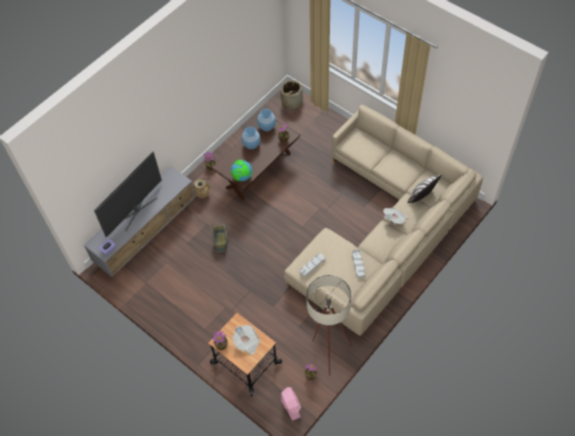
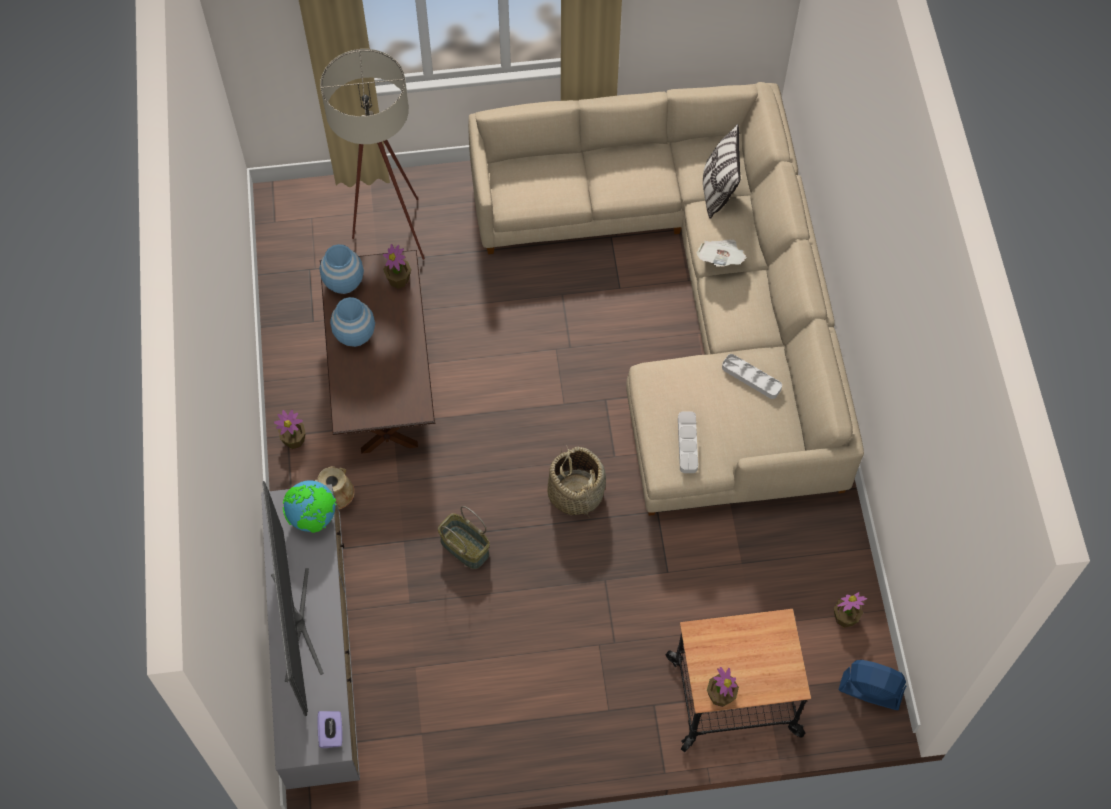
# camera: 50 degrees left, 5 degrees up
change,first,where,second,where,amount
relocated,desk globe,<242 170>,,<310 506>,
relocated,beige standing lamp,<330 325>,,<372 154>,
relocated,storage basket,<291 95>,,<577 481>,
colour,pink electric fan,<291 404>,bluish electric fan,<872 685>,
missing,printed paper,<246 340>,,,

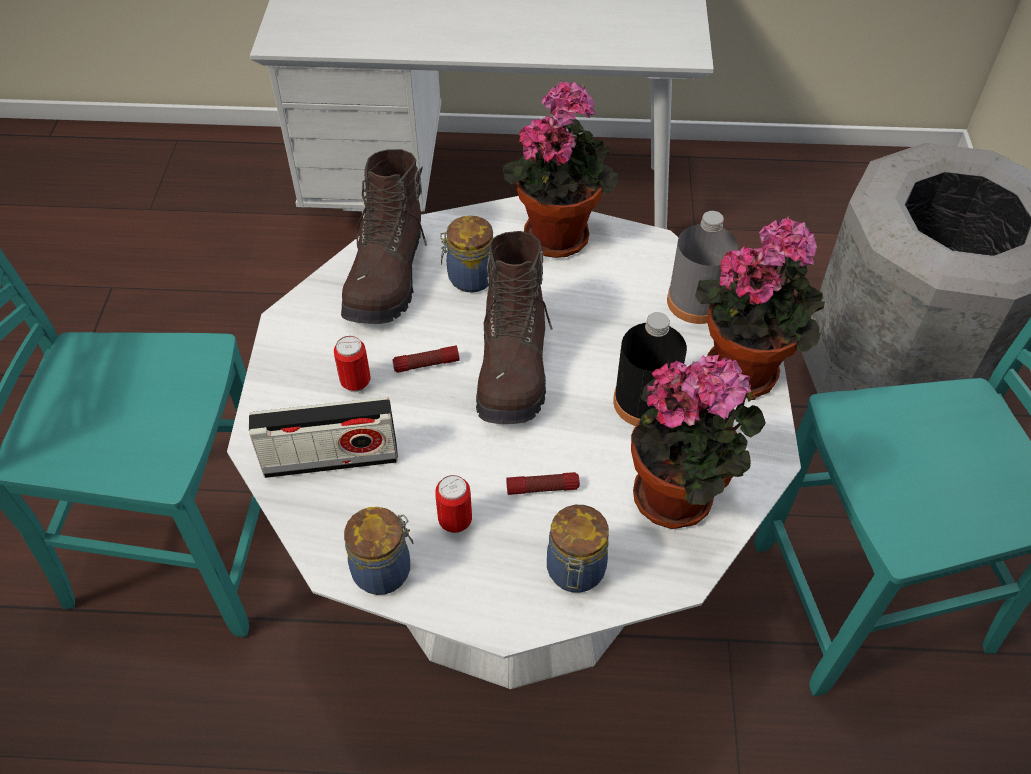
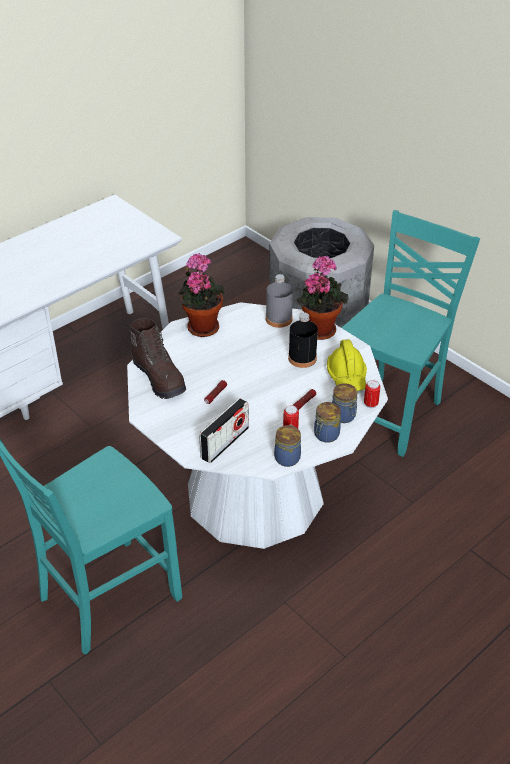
# camera: 45 degrees left, 10 degrees down
change,first,where,second,where,amount
relocated,storage jar,<466 254>,,<327 422>,
exchanged,potted plant,<698 442>,yellow safety helmet,<347 365>,
relocated,sealed can,<352 364>,,<372 394>,
missing,brown-coloured tall boot,<514 327>,,,

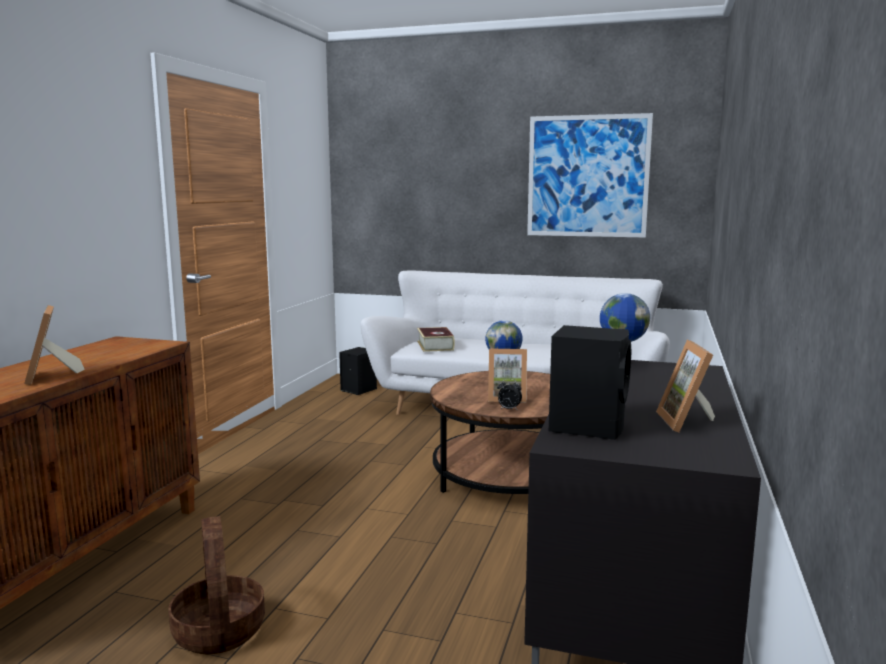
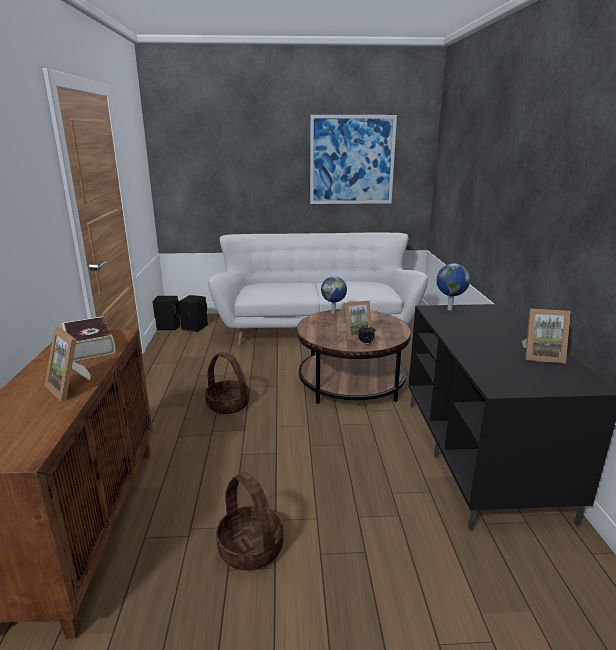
# camera: 20 degrees left, 10 degrees up
change,first,where,second,where,amount
relocated,book,<436 339>,,<88 339>,
relocated,black speaker,<590 382>,,<166 313>,
appeared,,,storage basket,<227 383>,
spun,picture frame,<685 386>,,<546 335>,60 degrees counterclockwise

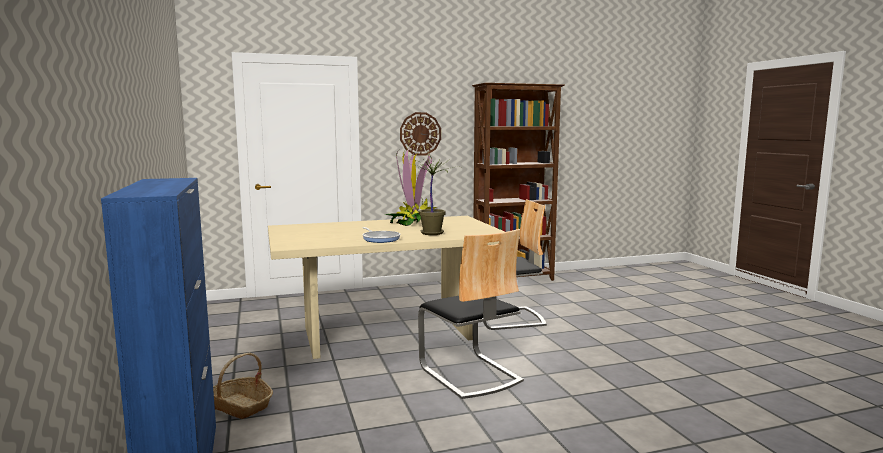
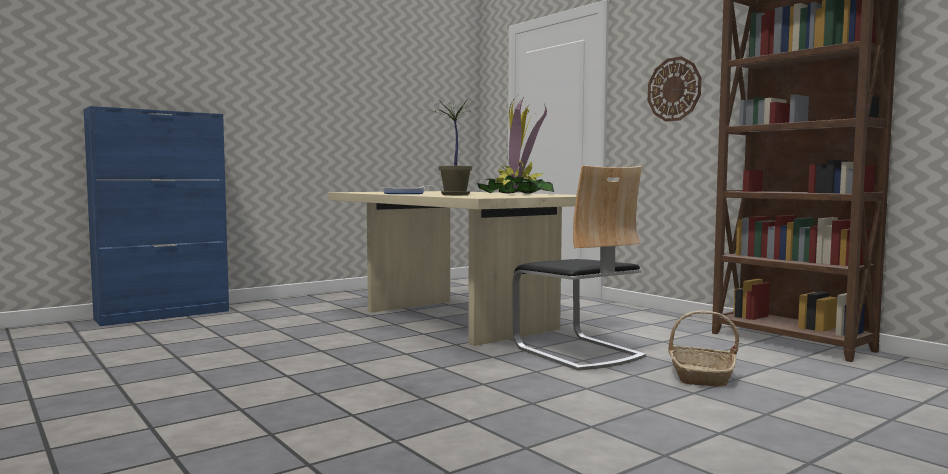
# camera: 70 degrees right, 5 degrees down
change,first,where,second,where,amount
relocated,storage basket,<243 386>,,<703 348>,
missing,upright chair,<471 314>,,,

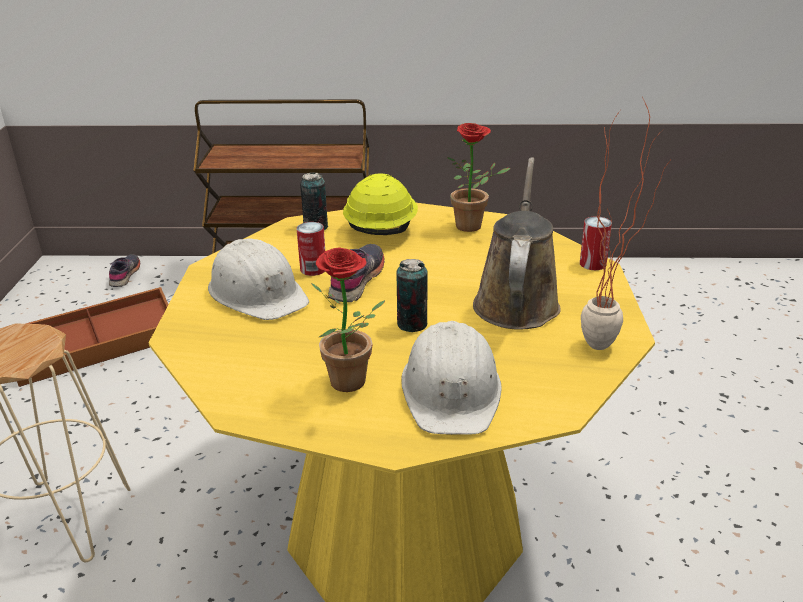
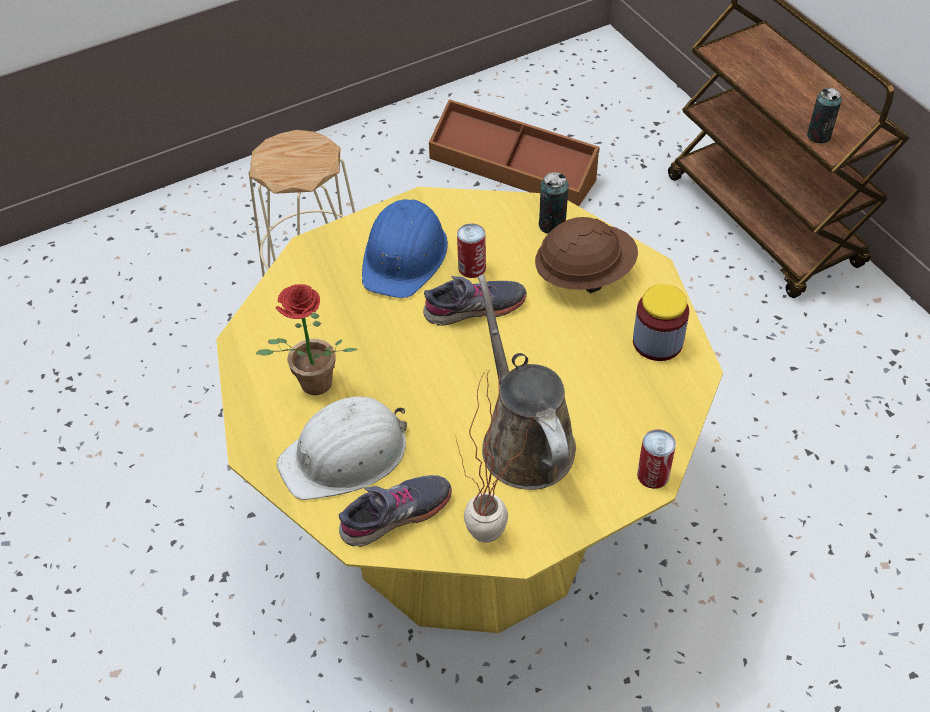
# camera: 60 degrees right, 20 degrees up
change,first,where,second,where,amount
relocated,greyish low shoe,<124 270>,,<395 511>,
colour,white safety helmet,<258 279>,bluish safety helmet,<405 248>,
spun,brown-coloured sprinkling can,<517 243>,,<527 382>,90 degrees counterclockwise
colour,yellow safety helmet,<380 204>,brown-coloured safety helmet,<586 255>,
exchanged,potted plant,<478 177>,storage jar,<661 322>,
relocated,sealed can,<412 295>,,<824 116>,

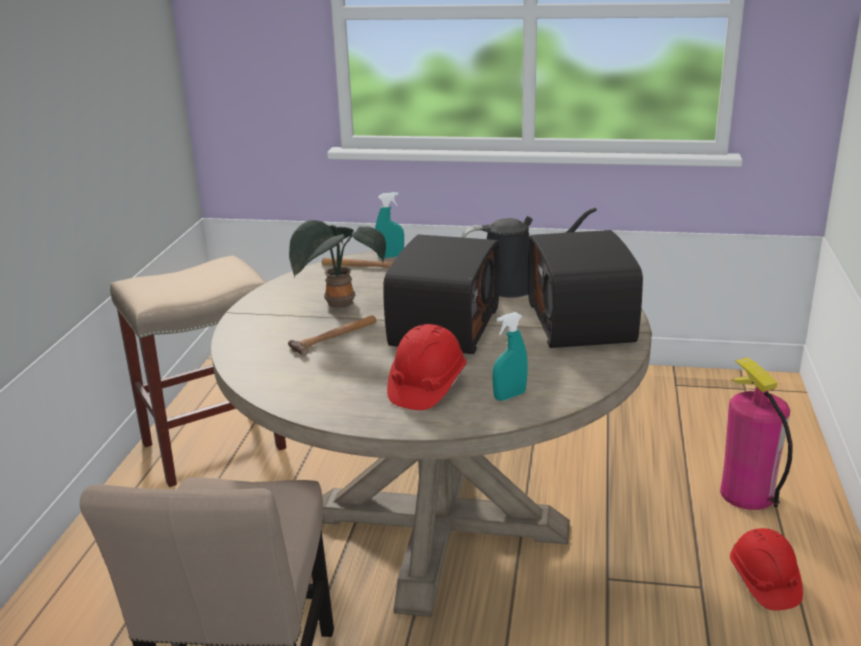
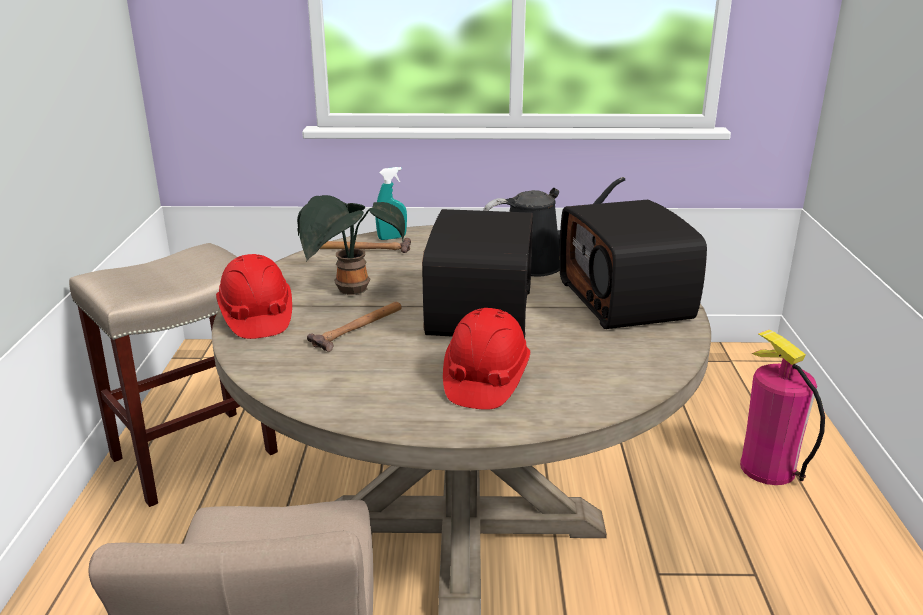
# camera: 10 degrees left, 0 degrees up
change,first,where,second,where,amount
relocated,reddish safety helmet,<766 569>,,<254 296>,
missing,turquoise sprayer,<510 356>,,,

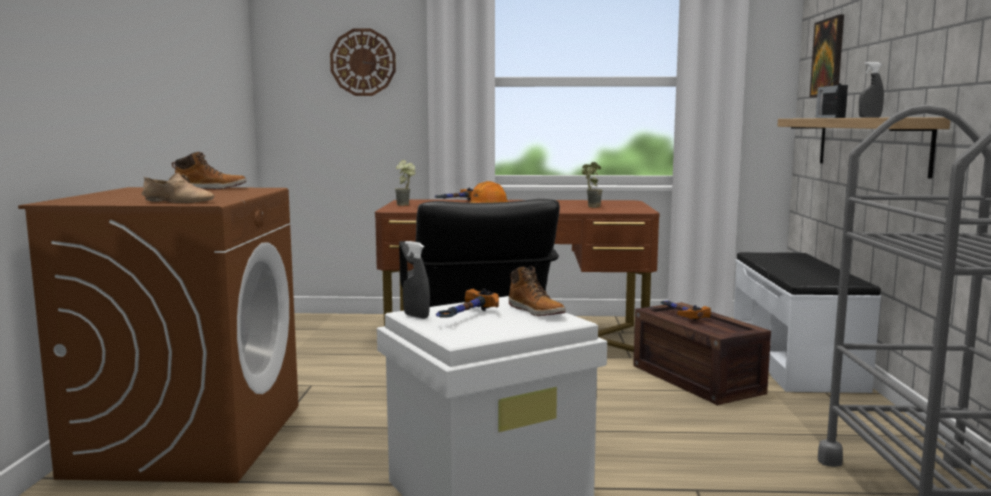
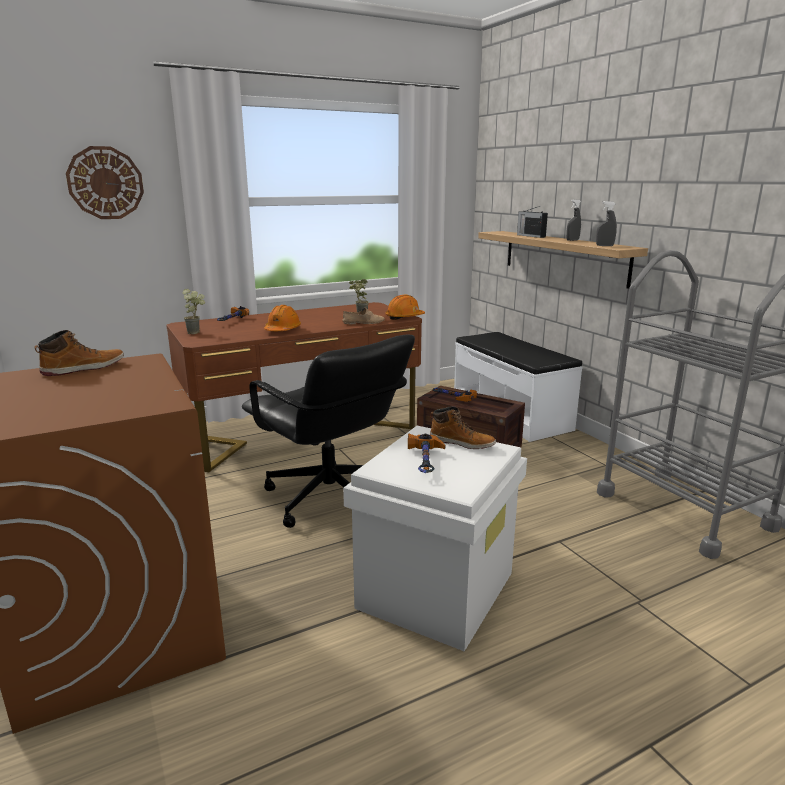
# camera: 30 degrees left, 10 degrees up
change,first,where,second,where,amount
relocated,beige low shoe,<177 188>,,<363 316>,
appeared,,,orange safety helmet,<405 307>,
relocated,greyish sprayer,<416 280>,,<606 223>,
missing,picture,<826 56>,,,

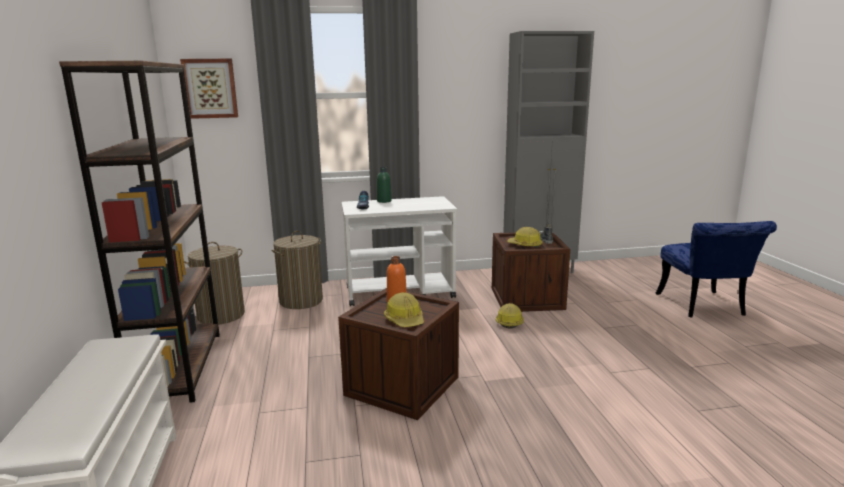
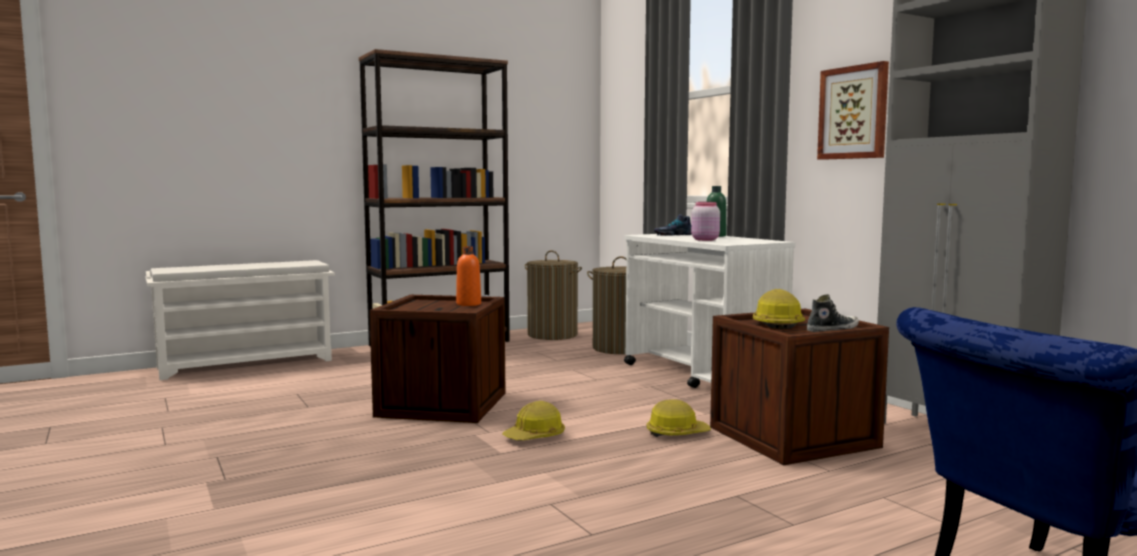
# camera: 70 degrees right, 10 degrees down
change,first,where,second,where,amount
relocated,safety helmet,<404 309>,,<533 421>,
appeared,,,pink storage jar,<705 221>,
relocated,picture,<209 89>,,<853 110>,

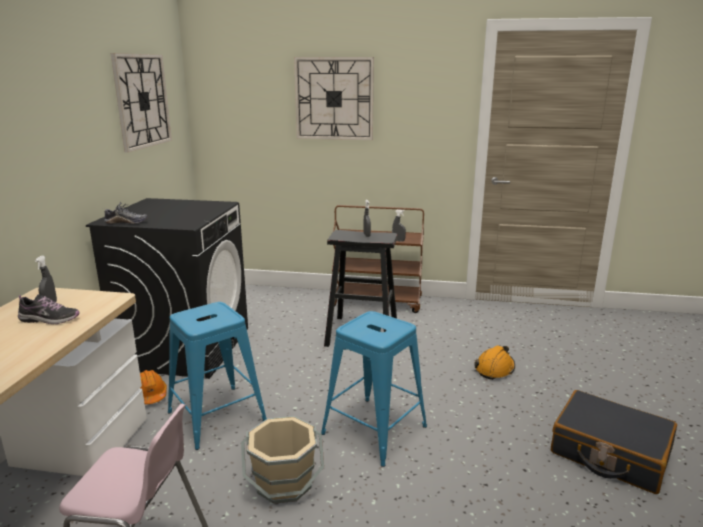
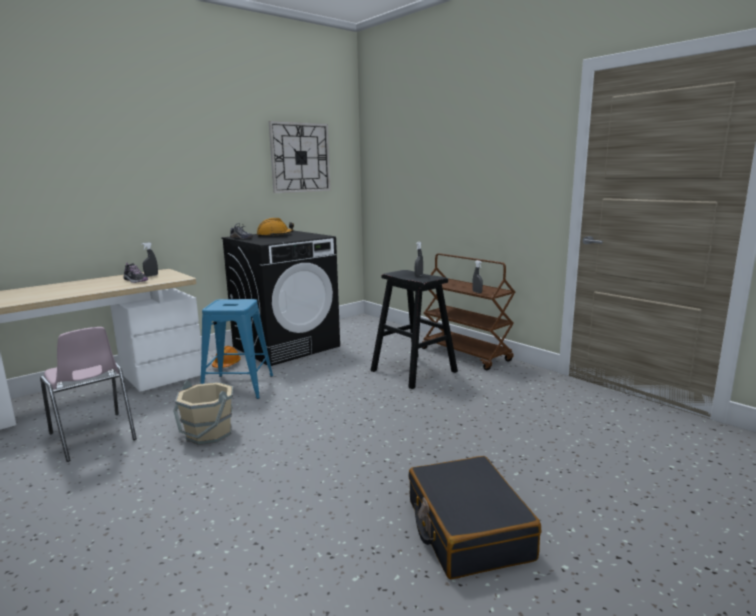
# camera: 40 degrees right, 5 degrees down
change,first,where,second,where,amount
relocated,orange safety helmet,<494 363>,,<275 227>,
missing,hanging clock,<334 98>,,,
missing,bluish sitting stool,<374 389>,,,

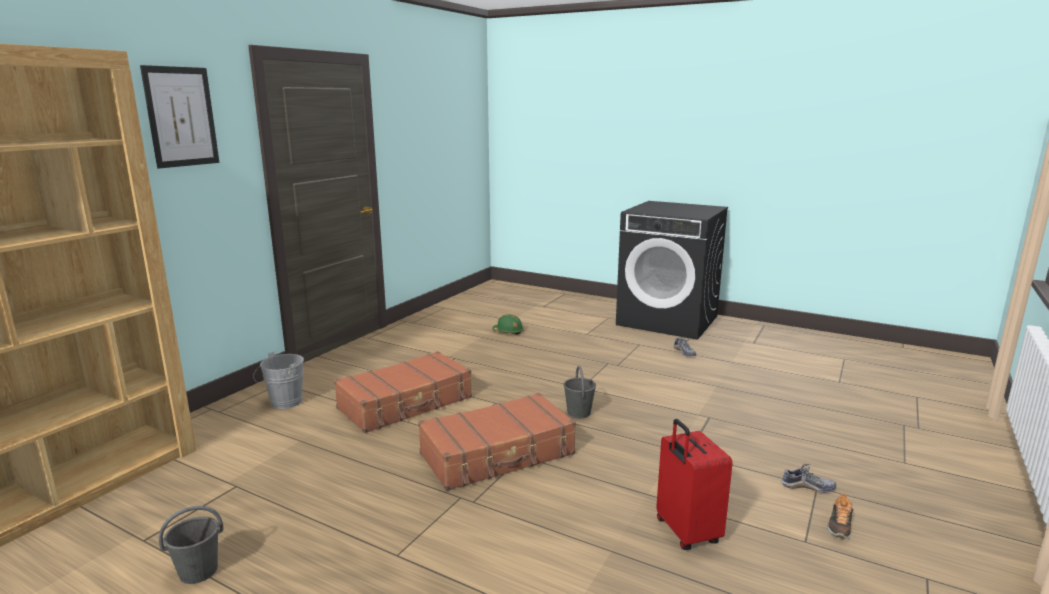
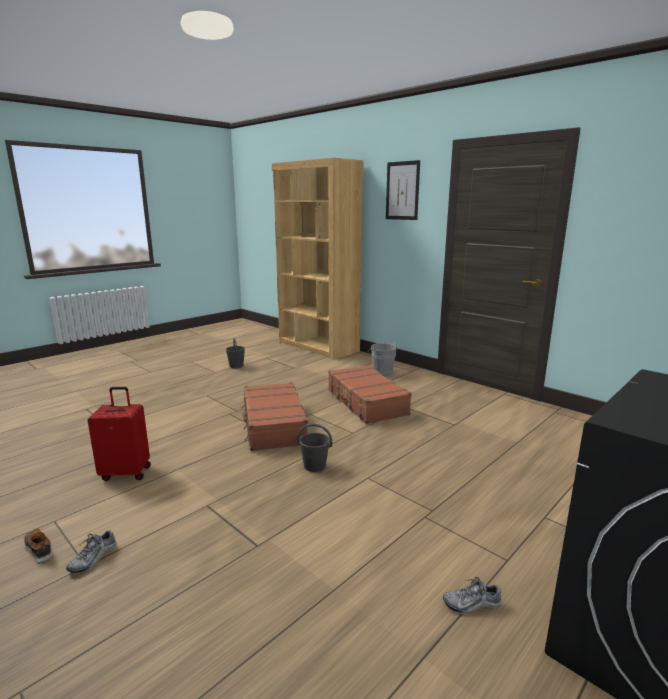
# camera: 105 degrees right, 0 degrees up
change,first,where,second,where,amount
missing,green-coloured safety helmet,<508 324>,,,

